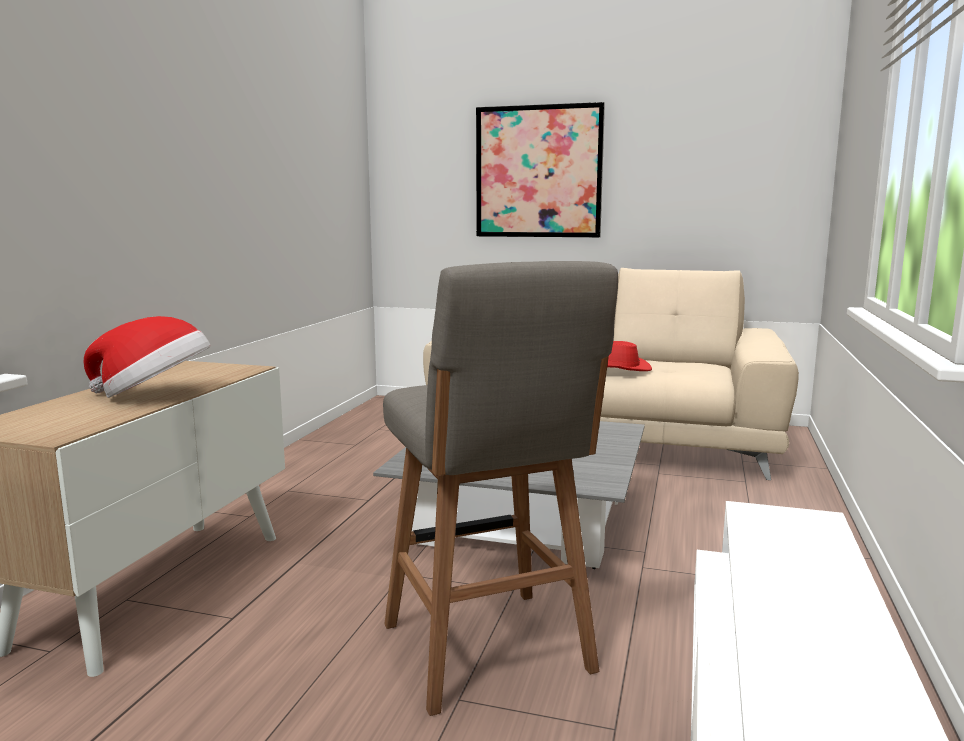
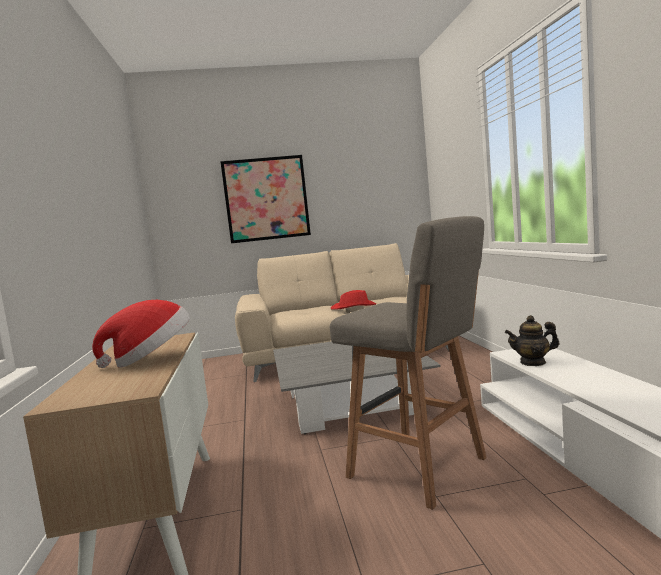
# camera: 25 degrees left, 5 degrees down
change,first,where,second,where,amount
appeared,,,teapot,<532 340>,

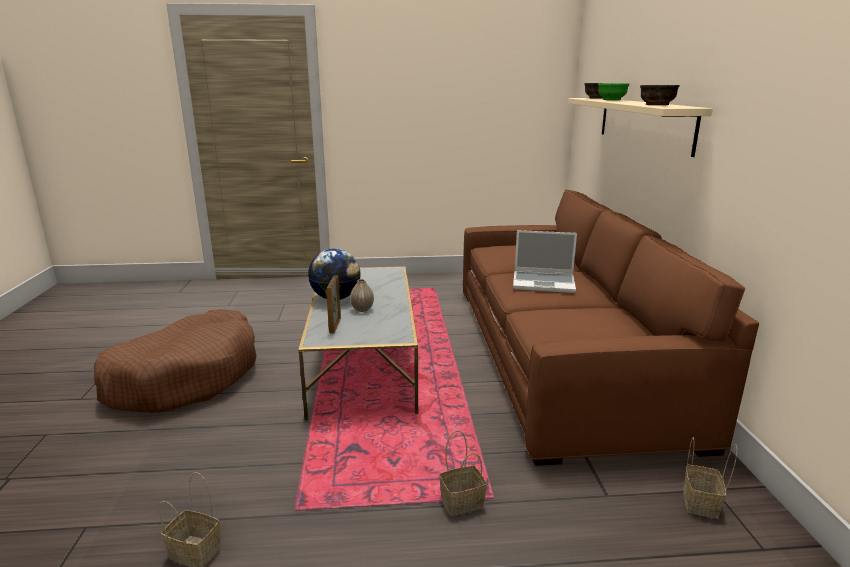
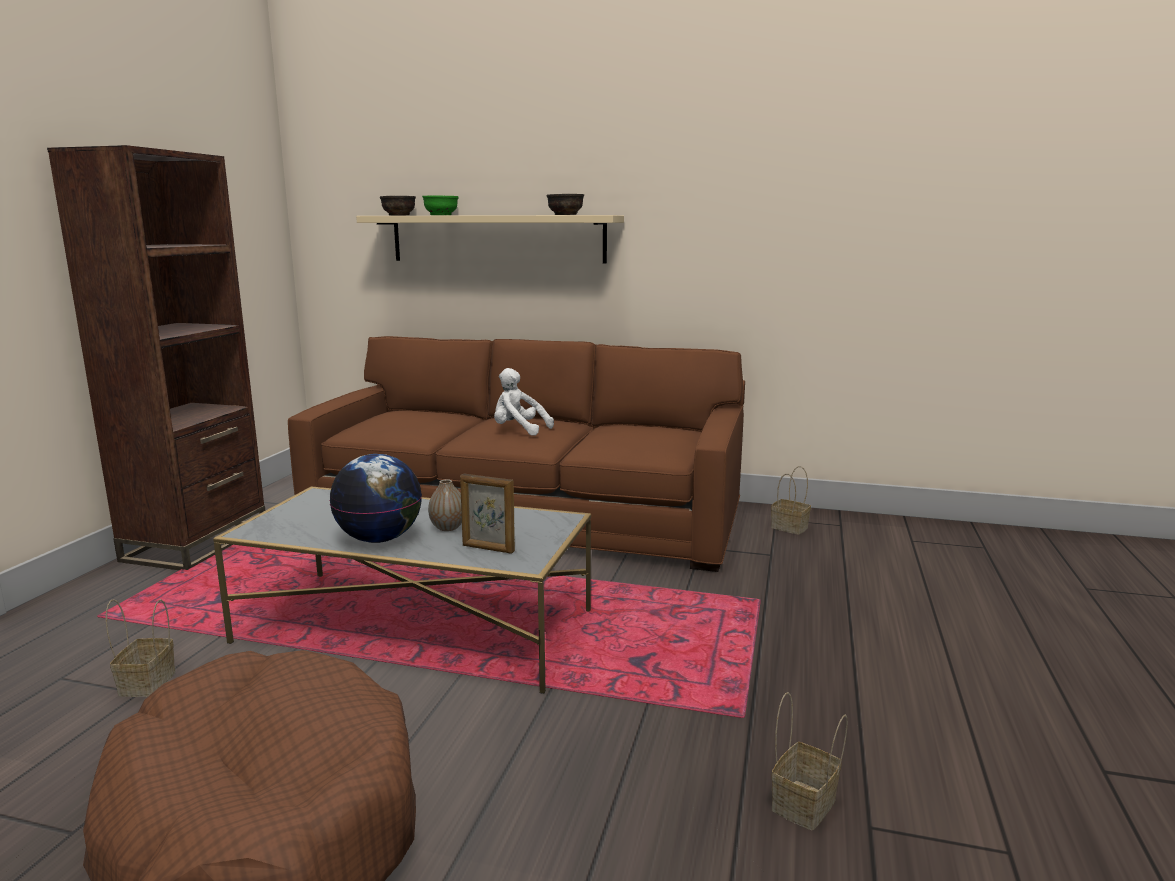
# camera: 70 degrees left, 5 degrees down
change,first,where,second,where,amount
appeared,,,brown-coloured bookcase,<156 357>,
relocated,storage basket,<463 473>,,<140 648>,
exchanged,notebook computer,<545 261>,white soft toy,<524 402>,

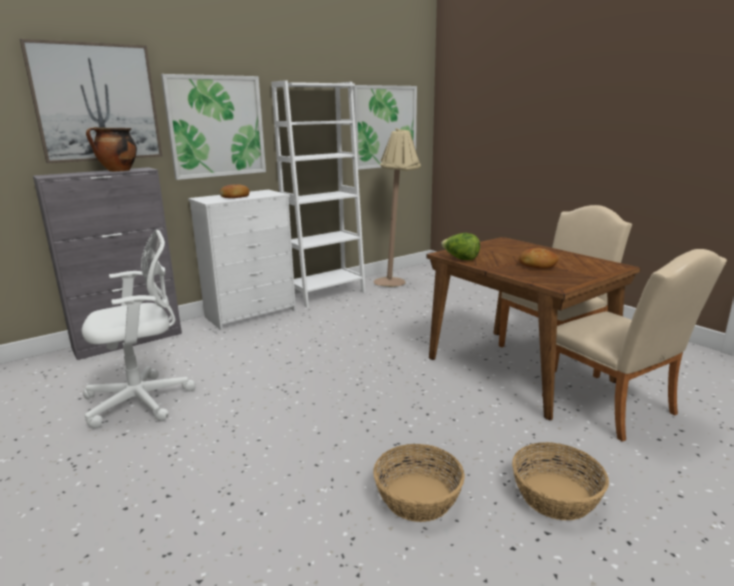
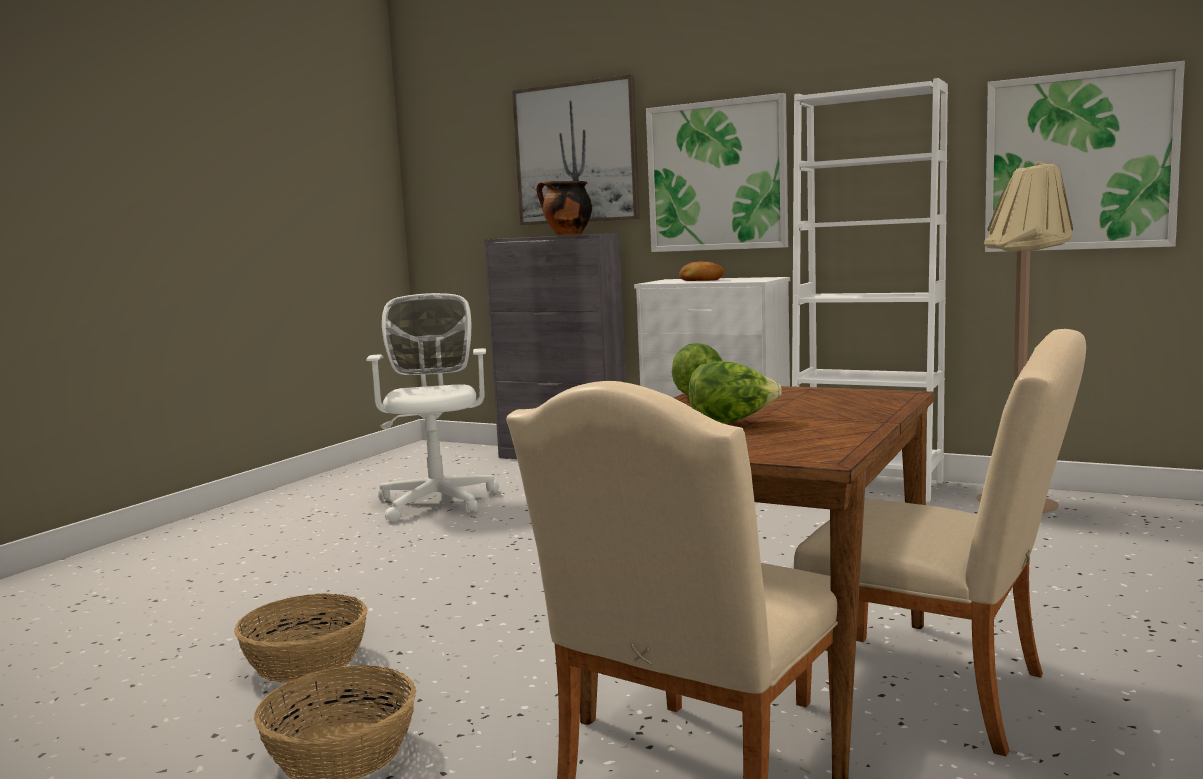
# camera: 65 degrees right, 10 degrees down
change,first,where,second,where,amount
spun,white office chair,<139 329>,,<432 407>,135 degrees counterclockwise
exchanged,bread,<538 258>,lettuce,<735 392>,

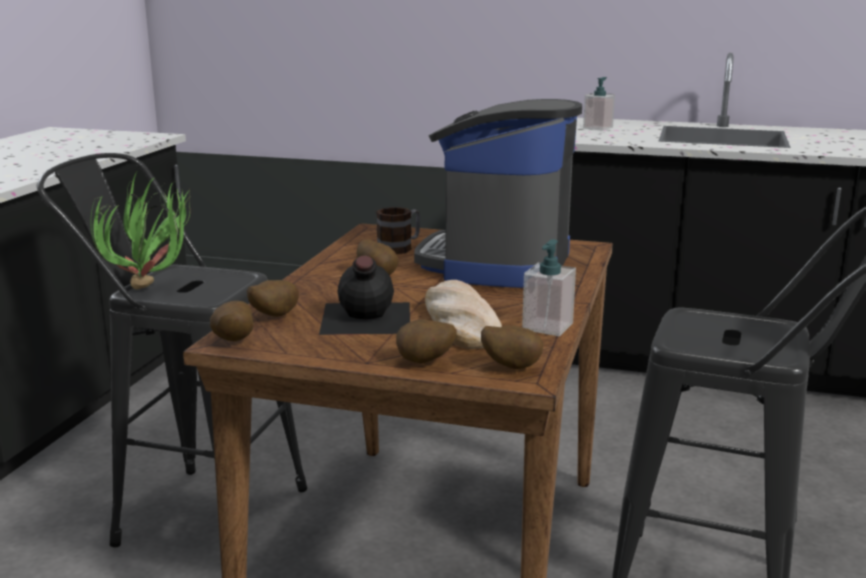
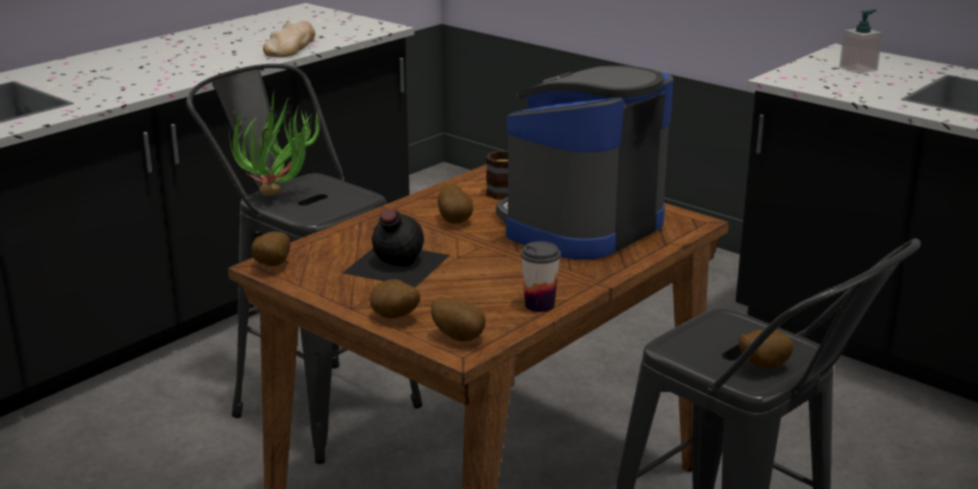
# camera: 25 degrees right, 5 degrees up
change,first,where,second,where,amount
relocated,bread,<463 314>,,<289 39>,
exchanged,soap dispenser,<549 287>,cup,<541 276>,
relocated,spud,<273 298>,,<766 349>,

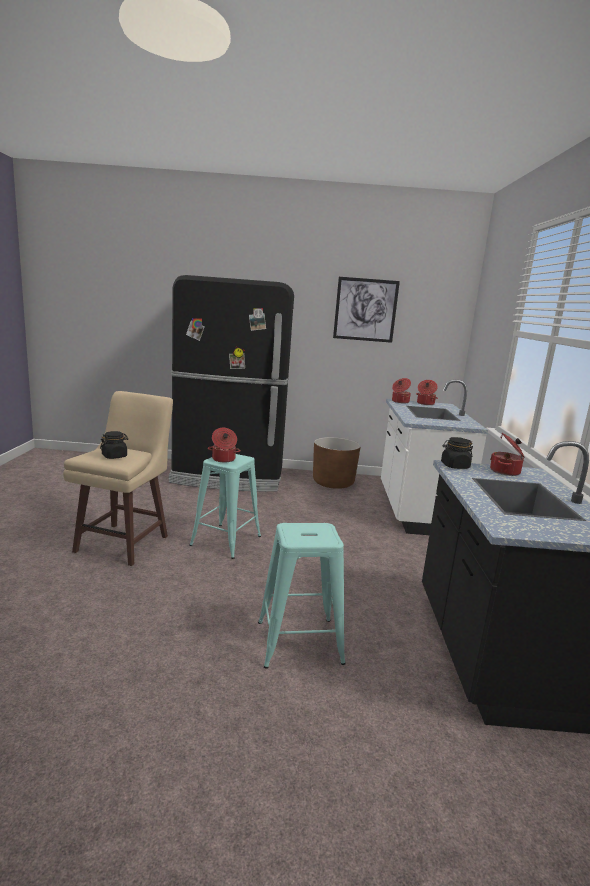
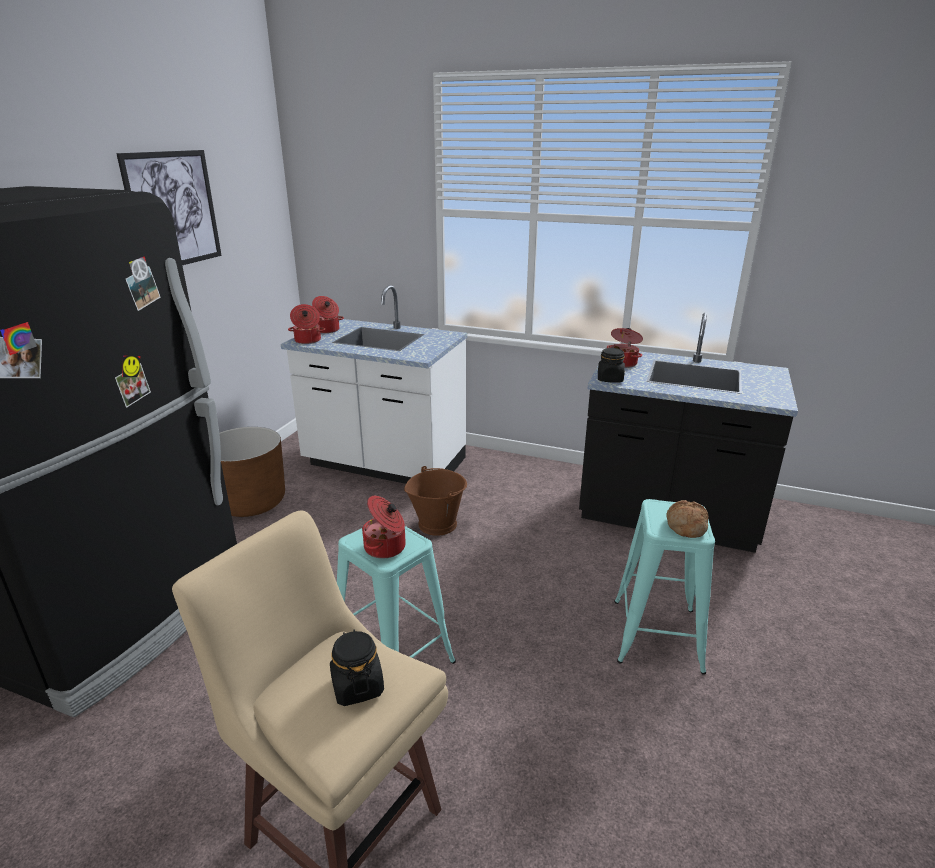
# camera: 70 degrees left, 10 degrees up
change,first,where,second,where,amount
appeared,,,brown-coloured pail,<435 501>,
appeared,,,bread,<687 519>,

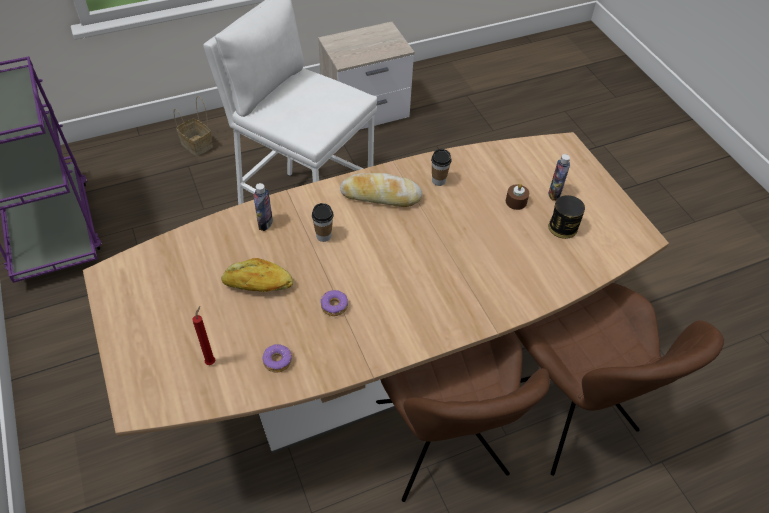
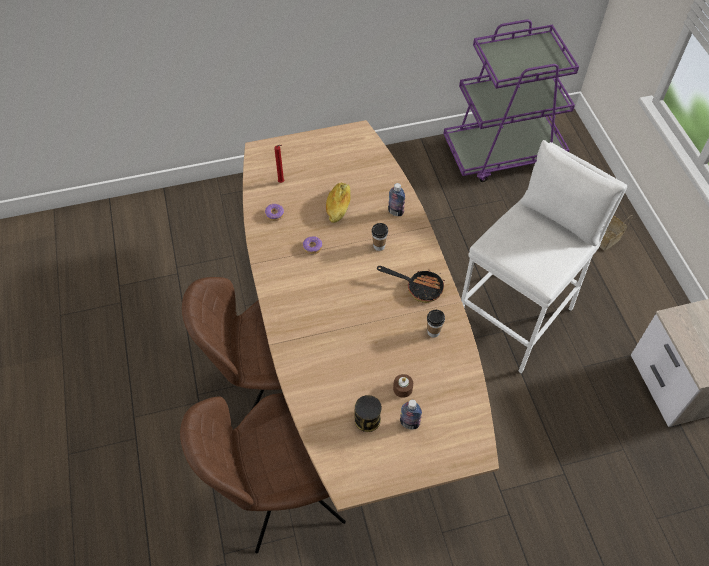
# camera: 100 degrees right, 5 degrees up
change,first,where,second,where,amount
exchanged,bread,<381 190>,pan,<411 284>,

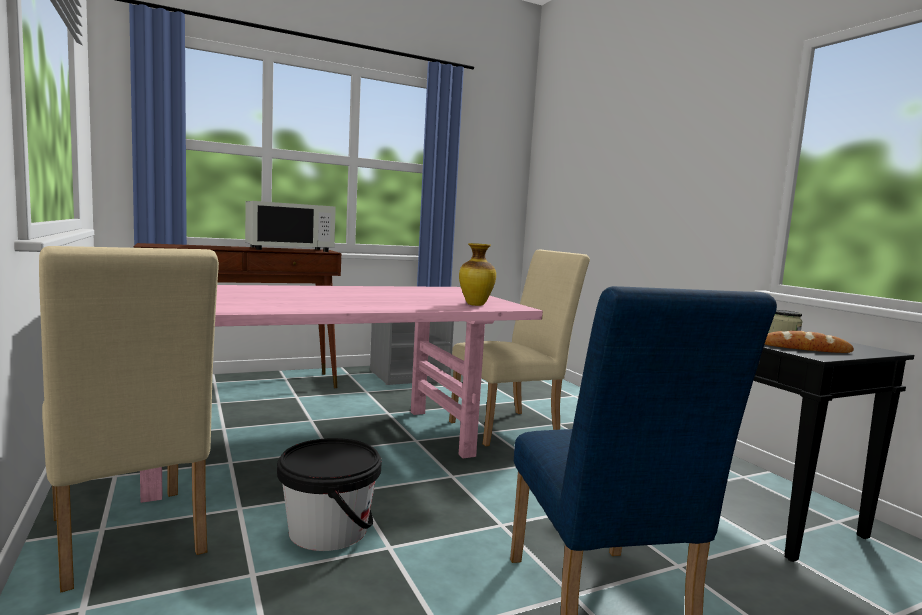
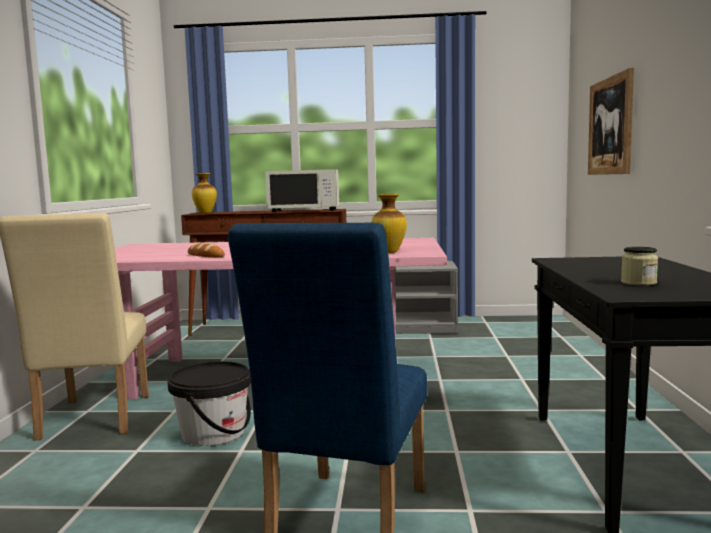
# camera: 30 degrees right, 0 degrees up
change,first,where,second,where,amount
relocated,bread,<809 342>,,<206 250>,
appeared,,,vase,<204 193>,
appeared,,,picture,<611 121>,
missing,beige upright chair,<519 348>,,,

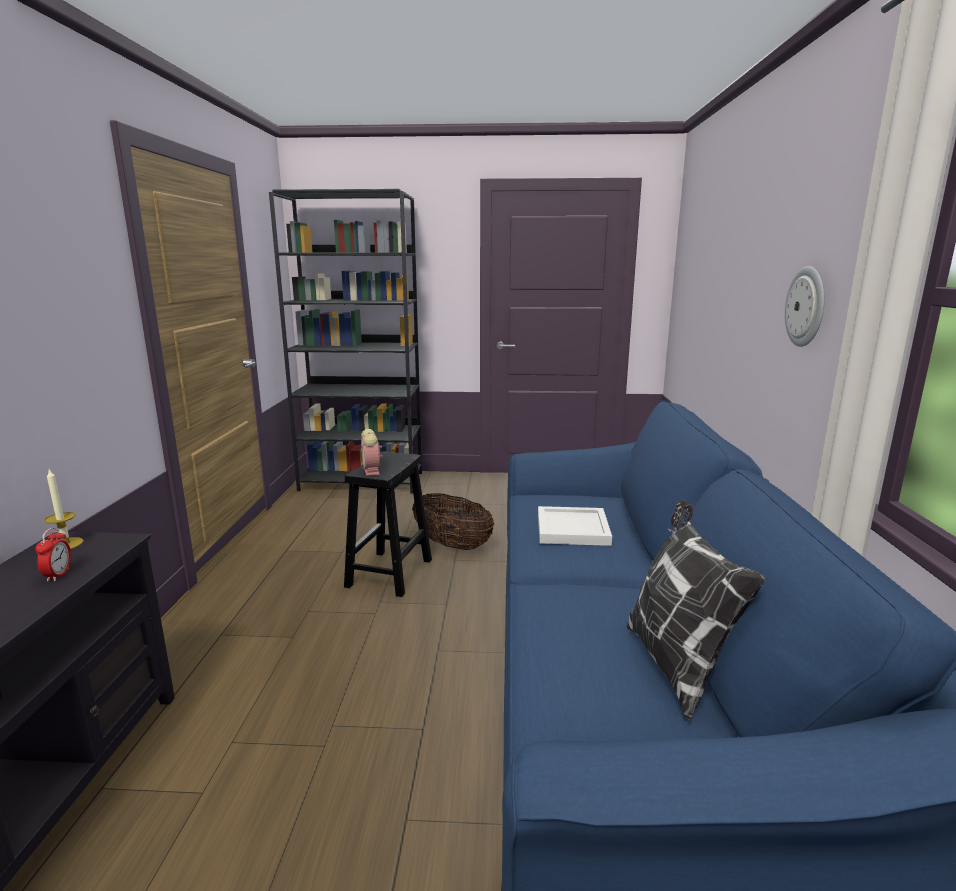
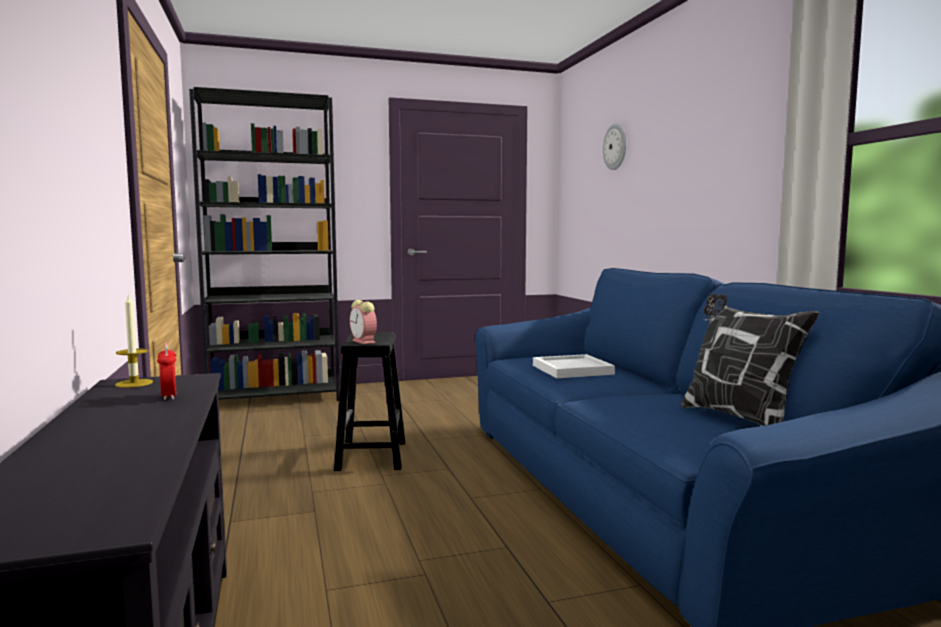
# camera: 20 degrees left, 10 degrees down
change,first,where,second,where,amount
relocated,hanging clock,<805 306>,,<614 146>,
missing,storage basket,<453 521>,,,

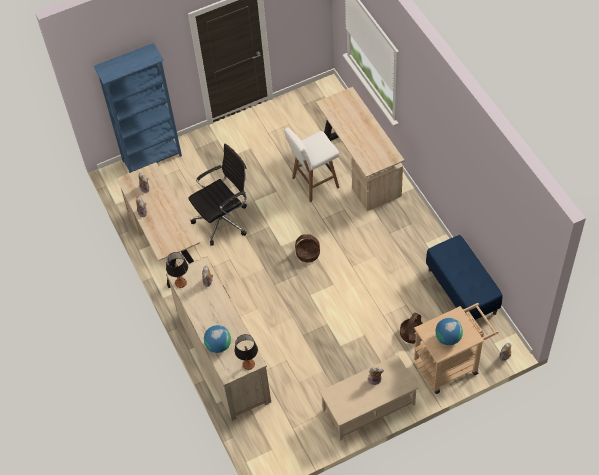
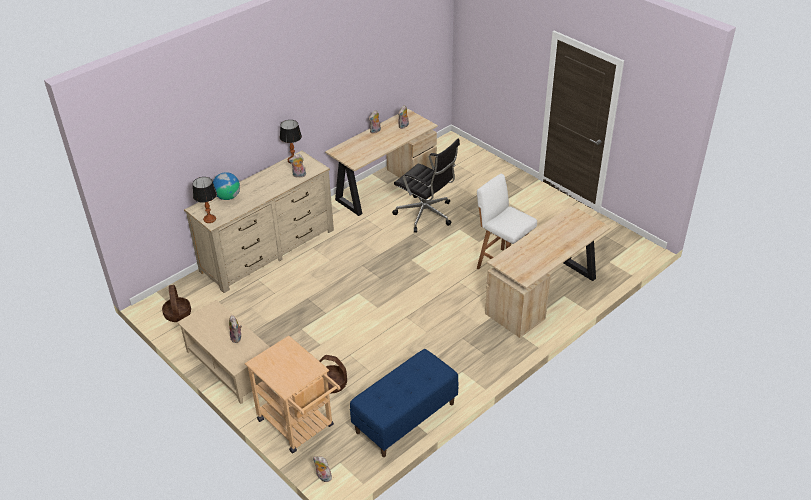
# camera: 70 degrees right, 15 degrees down
change,first,where,second,where,amount
relocated,storage basket,<307 248>,,<176 303>,
missing,bluish bookcase,<138 108>,,,
missing,desk globe,<449 331>,,,

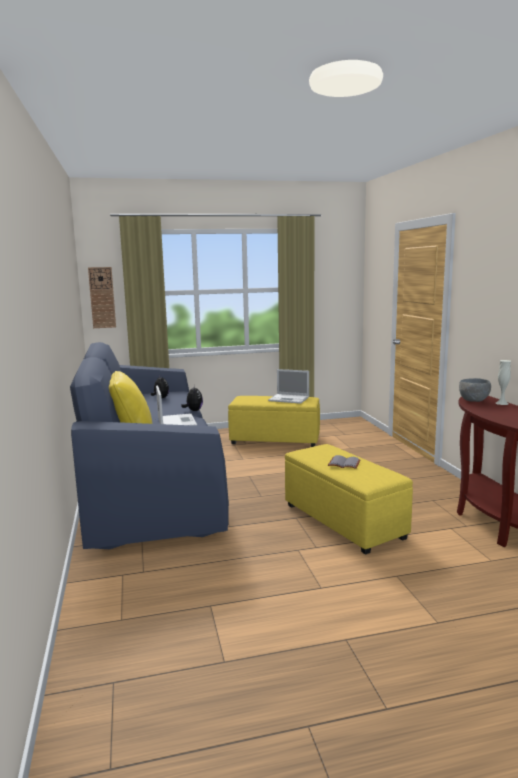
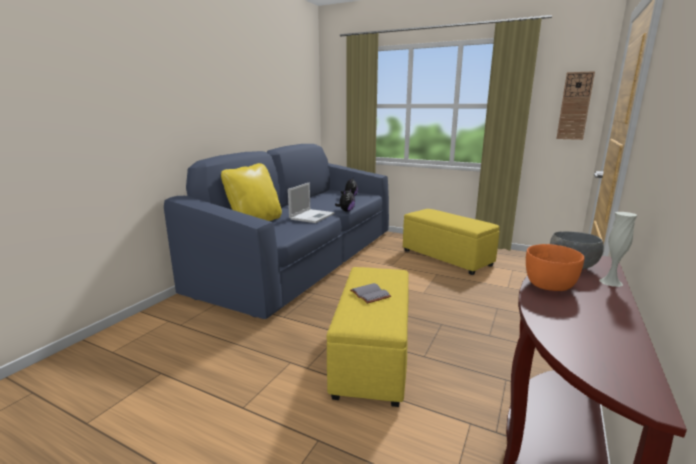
# camera: 40 degrees right, 5 degrees up
change,first,where,second,where,amount
appeared,,,orange bowl,<555 267>,
relocated,hanging clock,<102 297>,,<575 105>,
missing,notebook computer,<288 386>,,,

